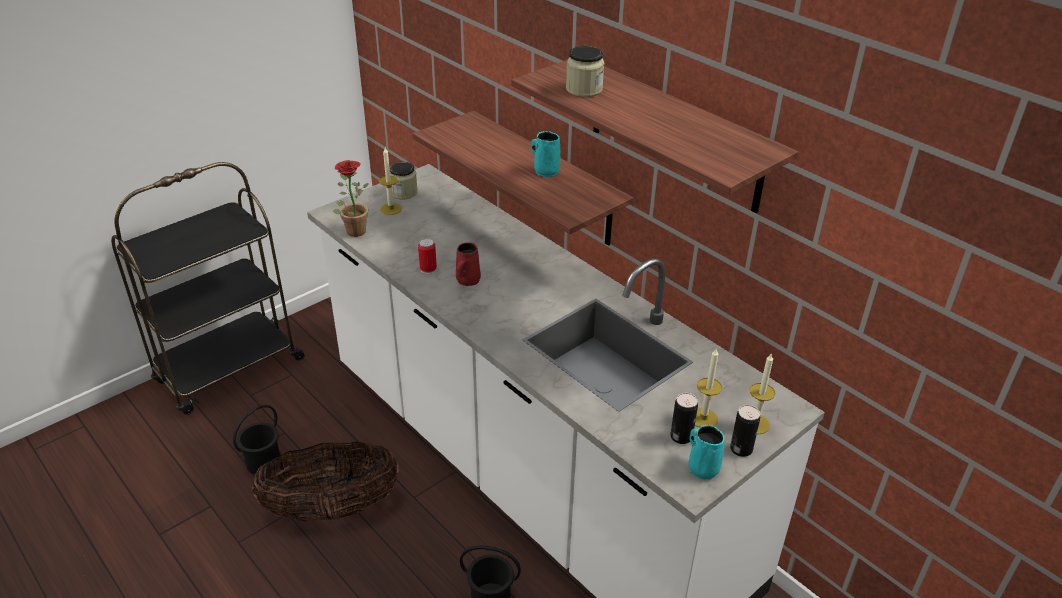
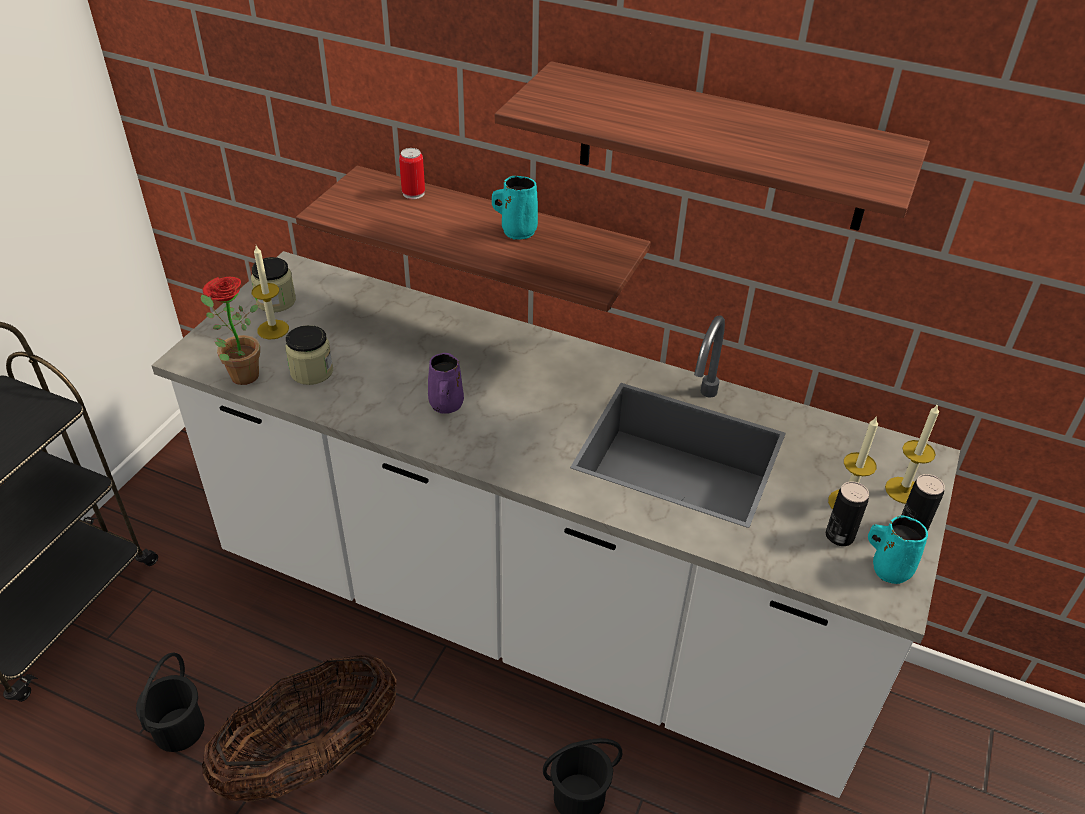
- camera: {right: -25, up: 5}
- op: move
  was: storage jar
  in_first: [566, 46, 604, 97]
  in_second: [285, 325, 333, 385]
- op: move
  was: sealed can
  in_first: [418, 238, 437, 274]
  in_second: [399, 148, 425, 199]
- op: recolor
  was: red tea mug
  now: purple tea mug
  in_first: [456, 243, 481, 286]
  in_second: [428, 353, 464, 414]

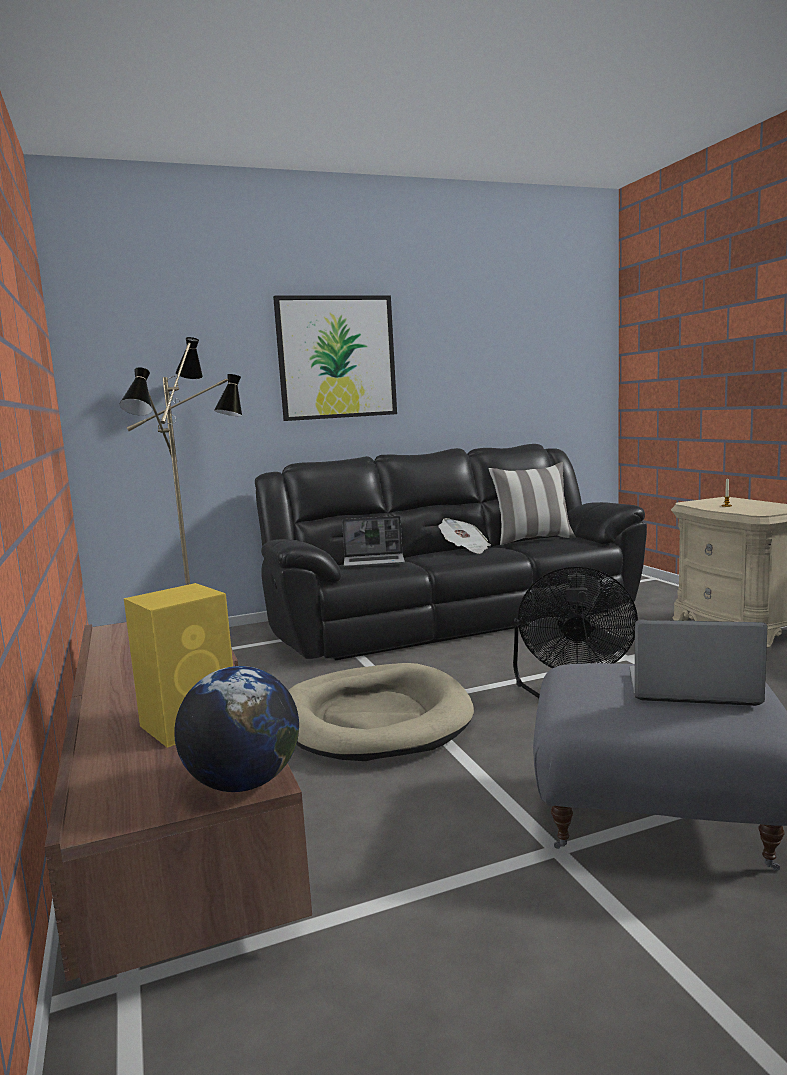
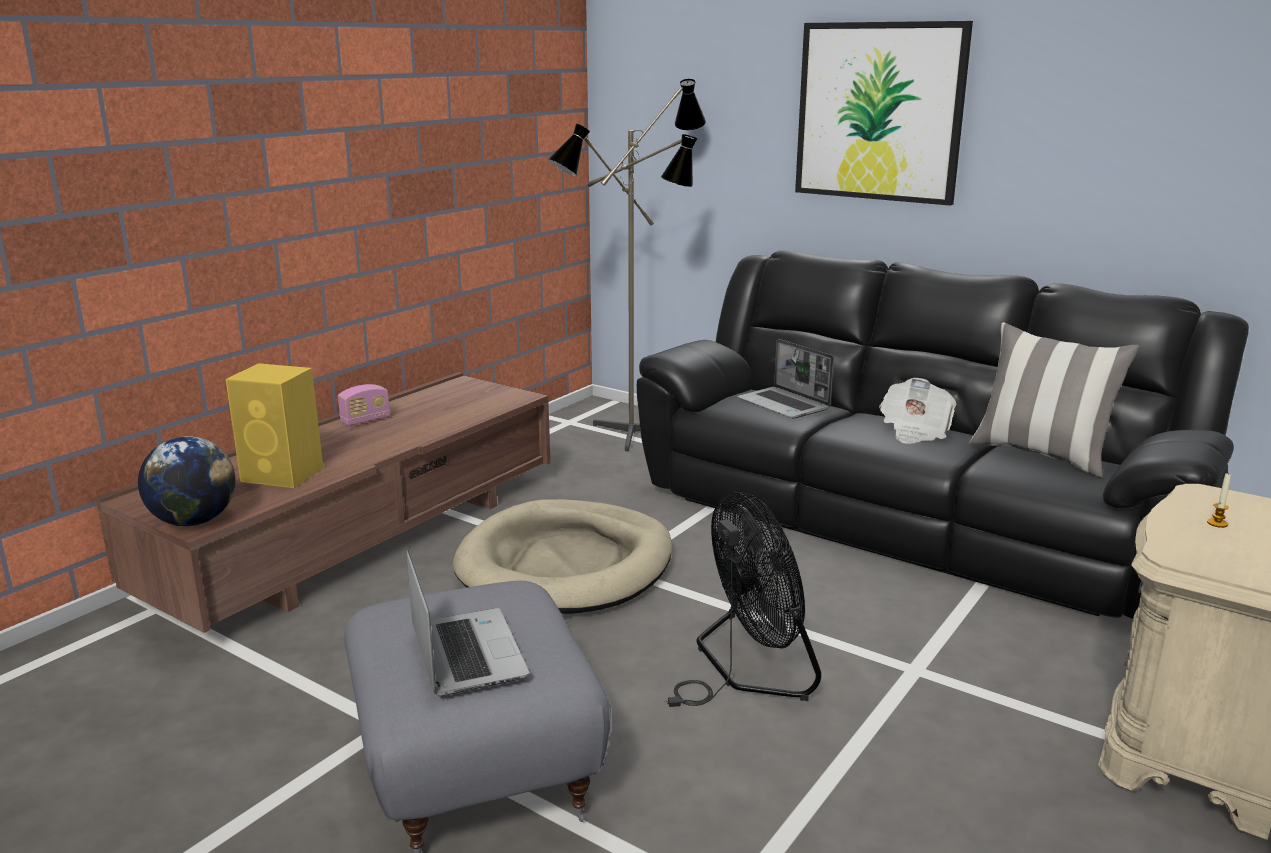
- camera: {right: 55, up: 10}
- op: insert
  now: radio set
  in_second: [338, 384, 390, 426]

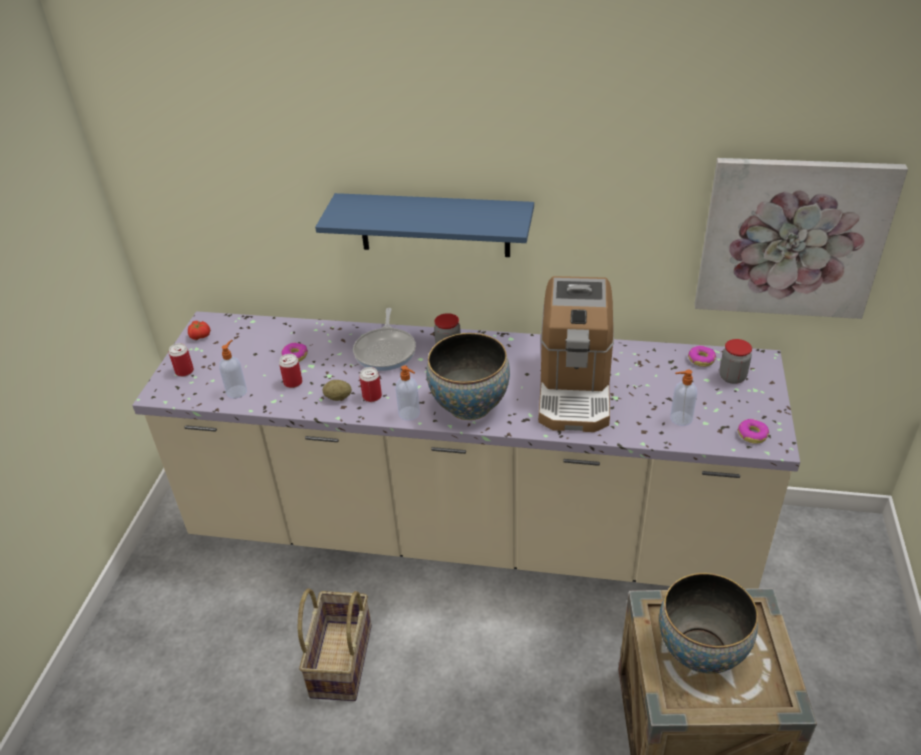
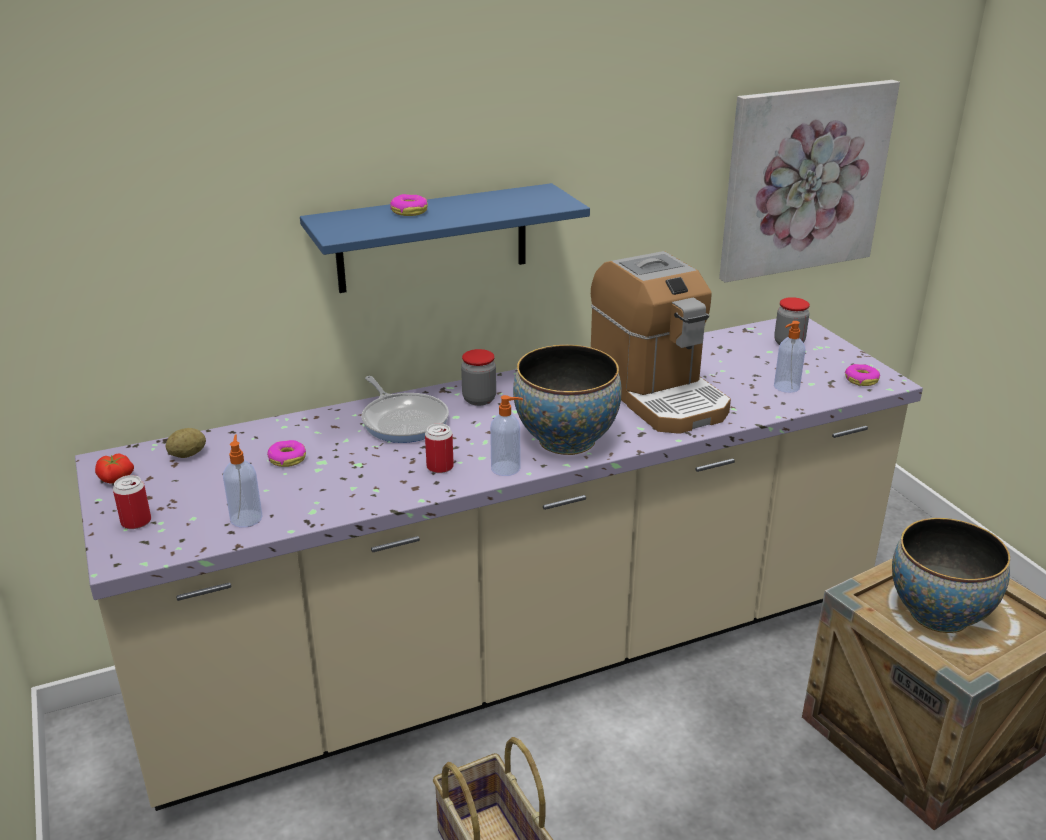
- camera: {right: -35, up: -10}
- op: move
  was: whole potato
  in_first: [322, 380, 352, 401]
  in_second: [166, 428, 206, 458]
- op: move
  was: donut
  in_first: [688, 346, 716, 367]
  in_second: [390, 194, 428, 216]
- op: delete
  was: sealed can
  in_first: [279, 354, 302, 388]

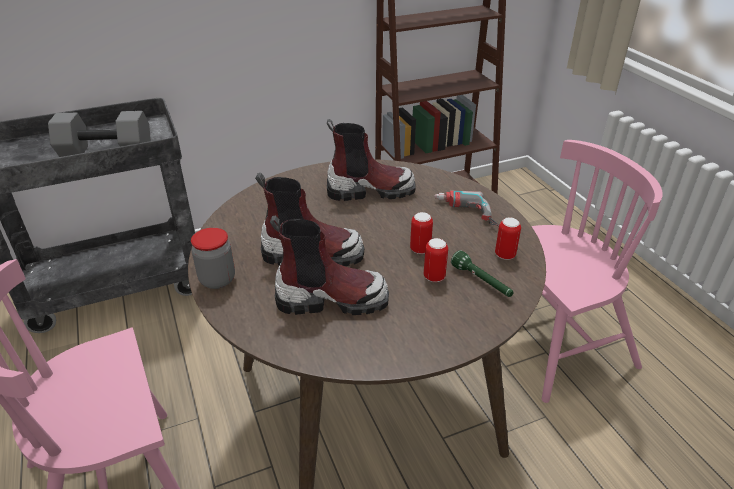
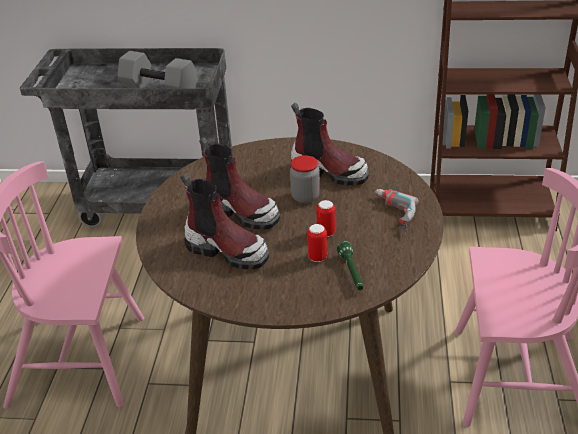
- camera: {right: 30, up: 0}
- op: move
  was: storage jar
  in_first: [191, 228, 235, 289]
  in_second: [290, 155, 320, 203]
- op: delete
  was: sealed can
  in_first: [495, 217, 521, 260]

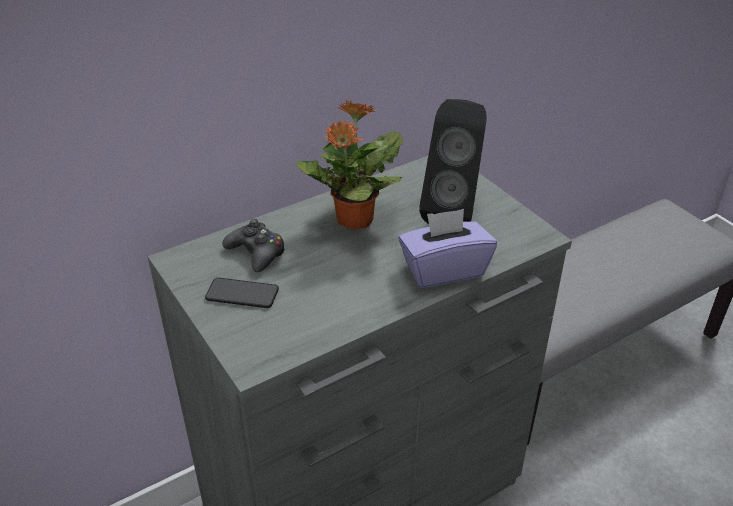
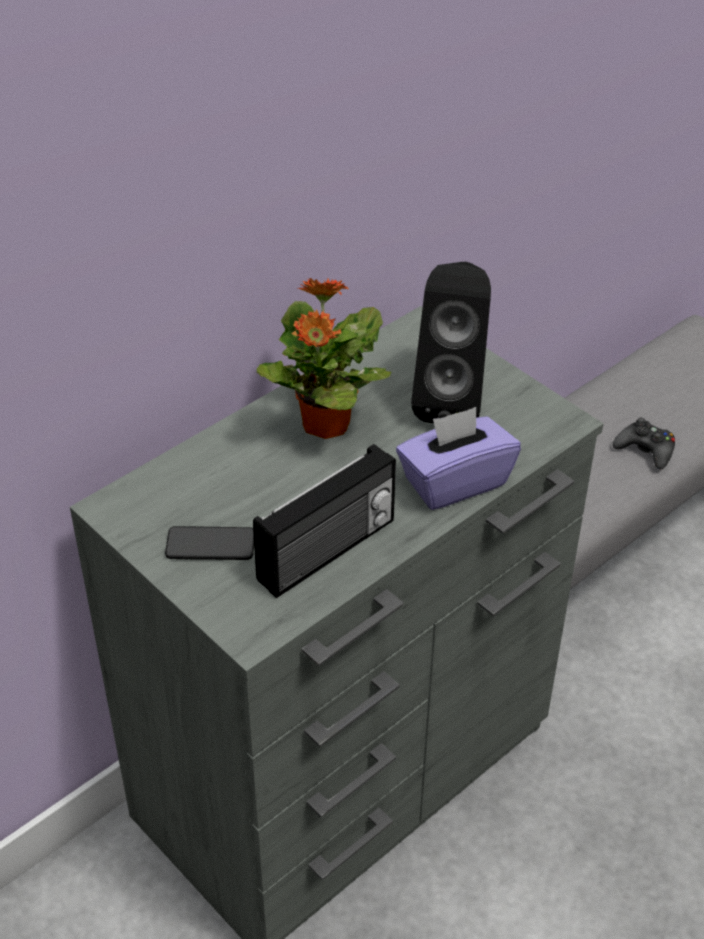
- camera: {right: -10, up: 5}
- op: insert
  now: radio set
  in_second: [253, 444, 396, 598]
- op: move
  was: blackish joypad
  in_first: [222, 219, 285, 272]
  in_second: [613, 418, 675, 470]

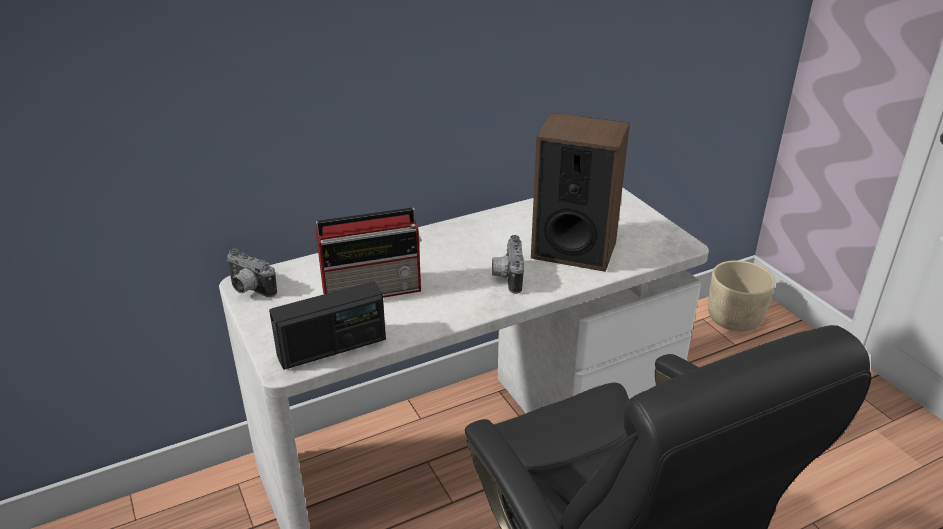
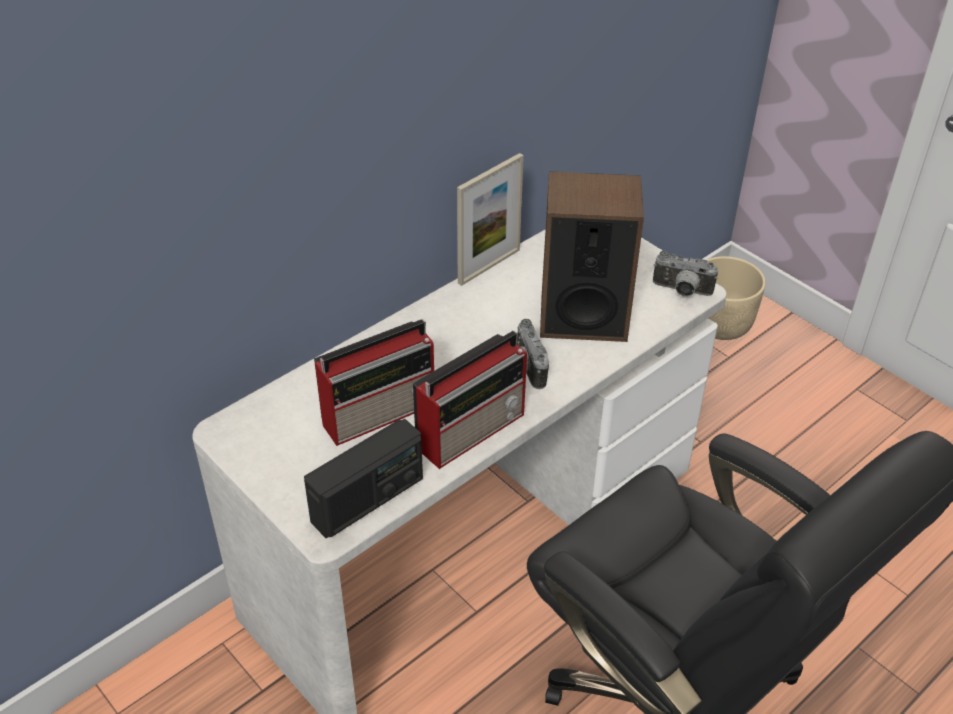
- camera: {right: -15, up: 10}
- op: insert
  now: radio set
  in_second: [413, 330, 527, 469]
- op: insert
  now: photo frame
  in_second: [457, 153, 524, 286]
- op: move
  was: still camera
  in_first: [226, 248, 277, 297]
  in_second: [653, 251, 718, 297]

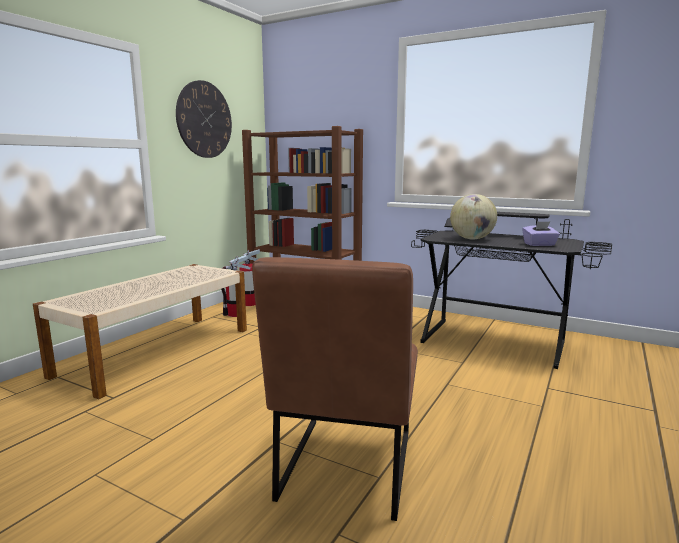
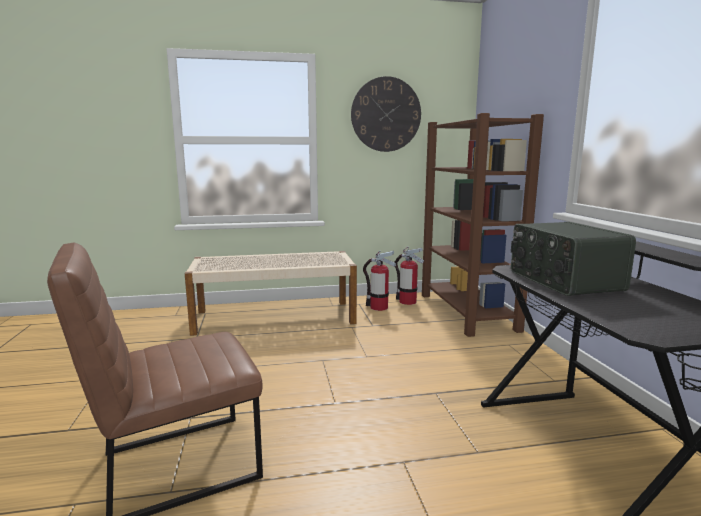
- camera: {right: 50, up: 0}
- op: replace
  was: world globe
  now: radio set
  in_first: [450, 194, 497, 239]
  in_second: [511, 222, 636, 296]
- op: delete
  was: purple tissue holder
  in_first: [522, 221, 560, 246]

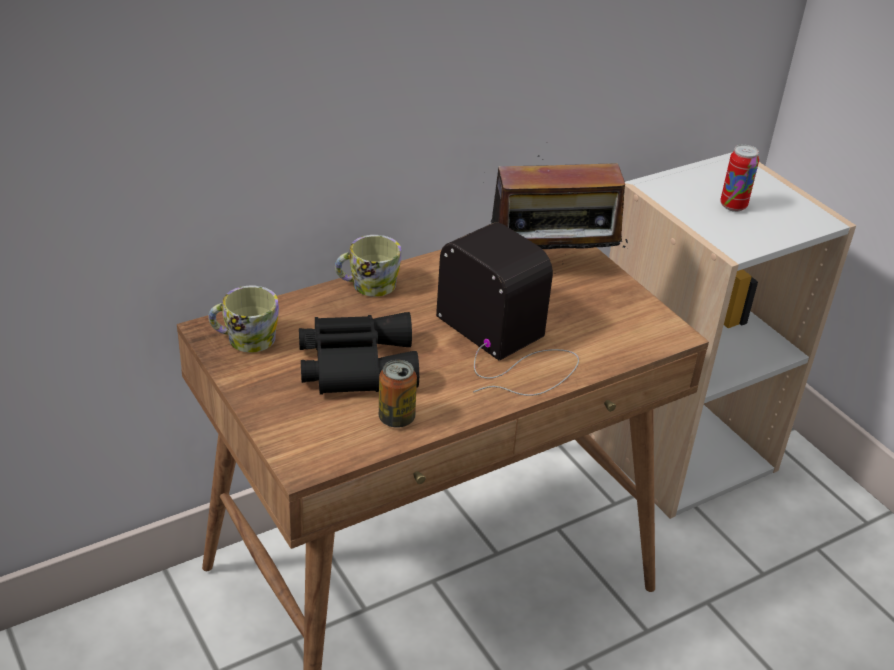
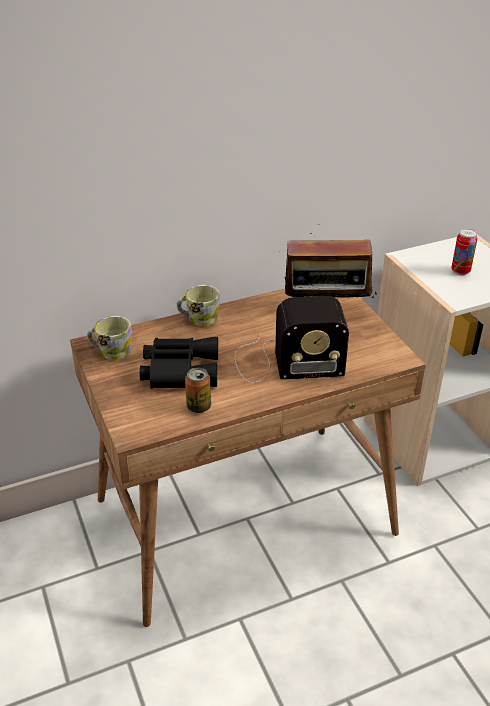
- camera: {right: 10, up: 0}
- op: rotate
  was: radio set
  in_first: [436, 223, 579, 396]
  in_second: [235, 296, 349, 383]
  clockwise: 120

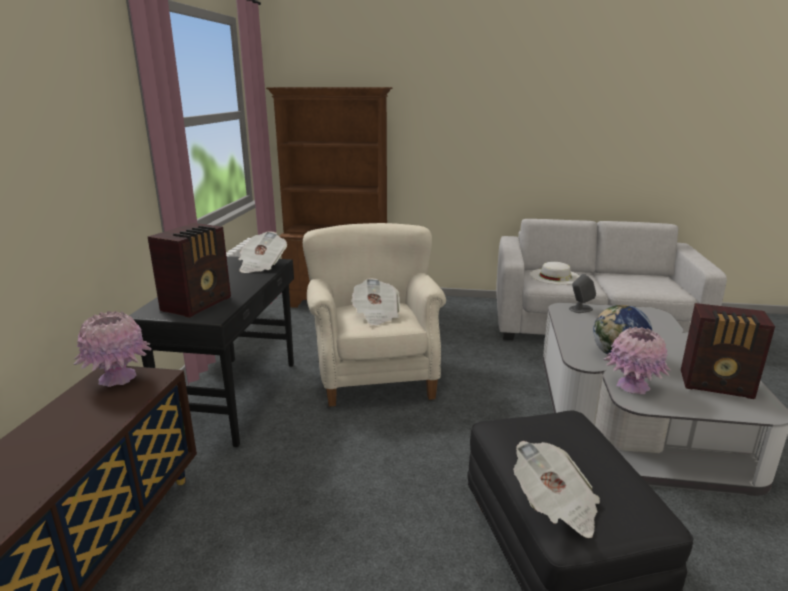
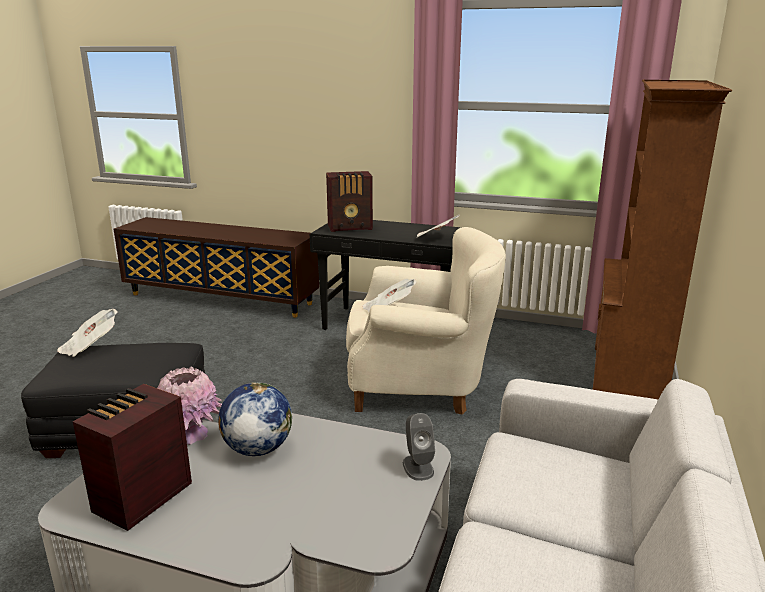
- camera: {right: 100, up: 0}
- op: rotate
  was: radio set
  in_first: [148, 223, 231, 318]
  in_second: [326, 171, 373, 232]
  clockwise: -45
- op: delete
  was: pink vase
  in_first: [73, 311, 151, 387]
- op: delete
  was: whitish clothing hat
  in_first: [530, 262, 580, 285]

